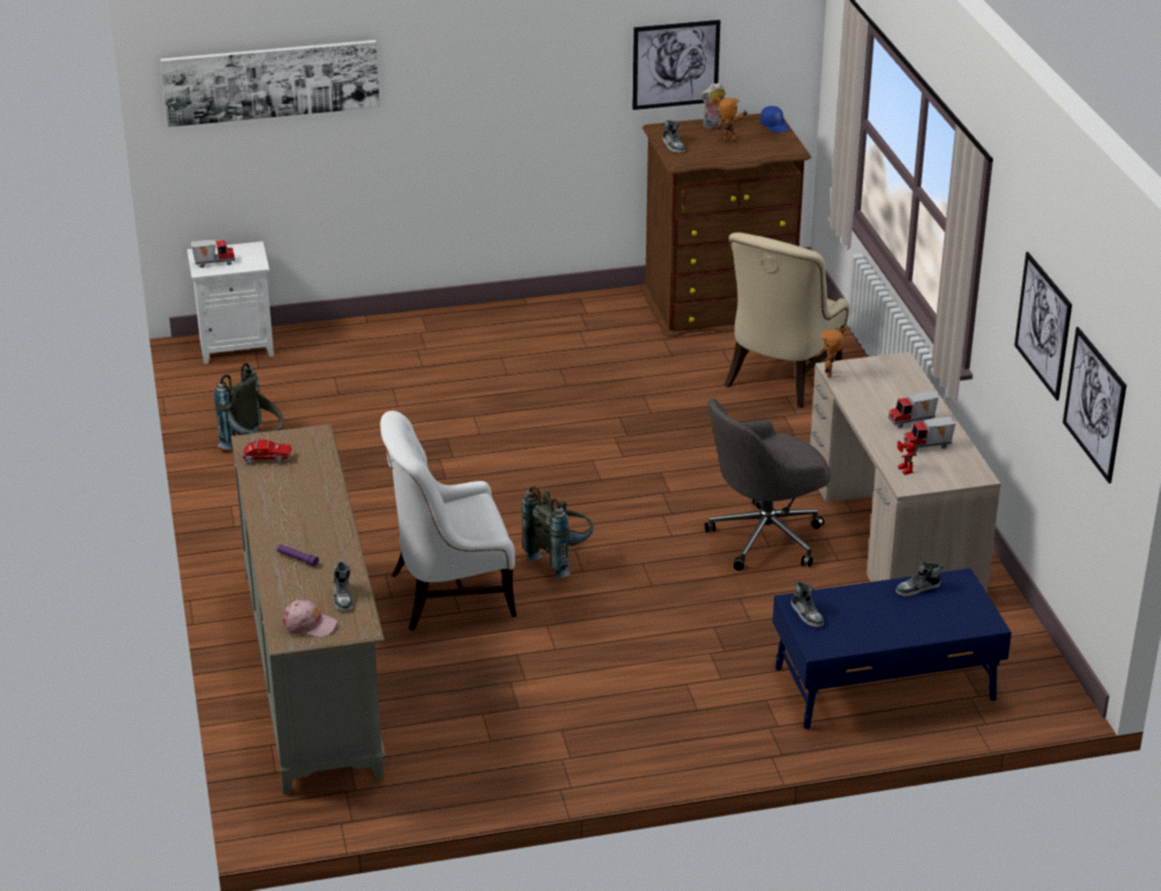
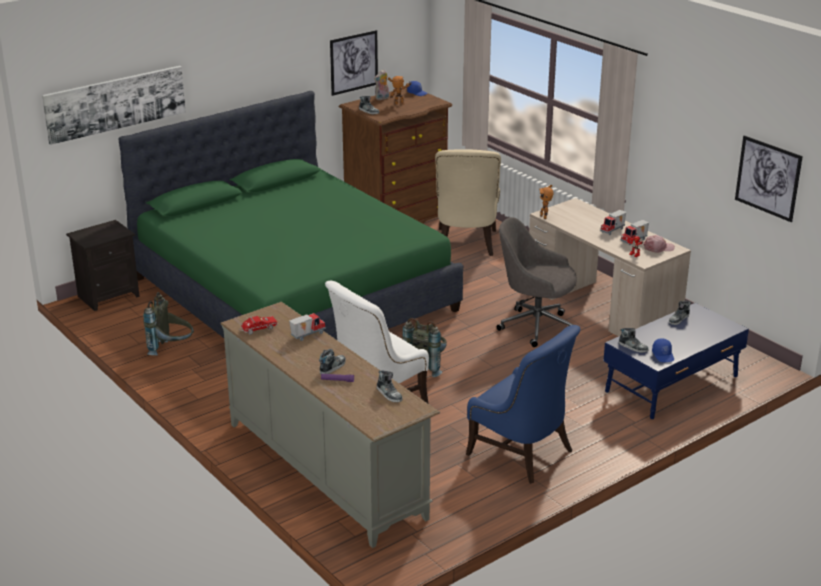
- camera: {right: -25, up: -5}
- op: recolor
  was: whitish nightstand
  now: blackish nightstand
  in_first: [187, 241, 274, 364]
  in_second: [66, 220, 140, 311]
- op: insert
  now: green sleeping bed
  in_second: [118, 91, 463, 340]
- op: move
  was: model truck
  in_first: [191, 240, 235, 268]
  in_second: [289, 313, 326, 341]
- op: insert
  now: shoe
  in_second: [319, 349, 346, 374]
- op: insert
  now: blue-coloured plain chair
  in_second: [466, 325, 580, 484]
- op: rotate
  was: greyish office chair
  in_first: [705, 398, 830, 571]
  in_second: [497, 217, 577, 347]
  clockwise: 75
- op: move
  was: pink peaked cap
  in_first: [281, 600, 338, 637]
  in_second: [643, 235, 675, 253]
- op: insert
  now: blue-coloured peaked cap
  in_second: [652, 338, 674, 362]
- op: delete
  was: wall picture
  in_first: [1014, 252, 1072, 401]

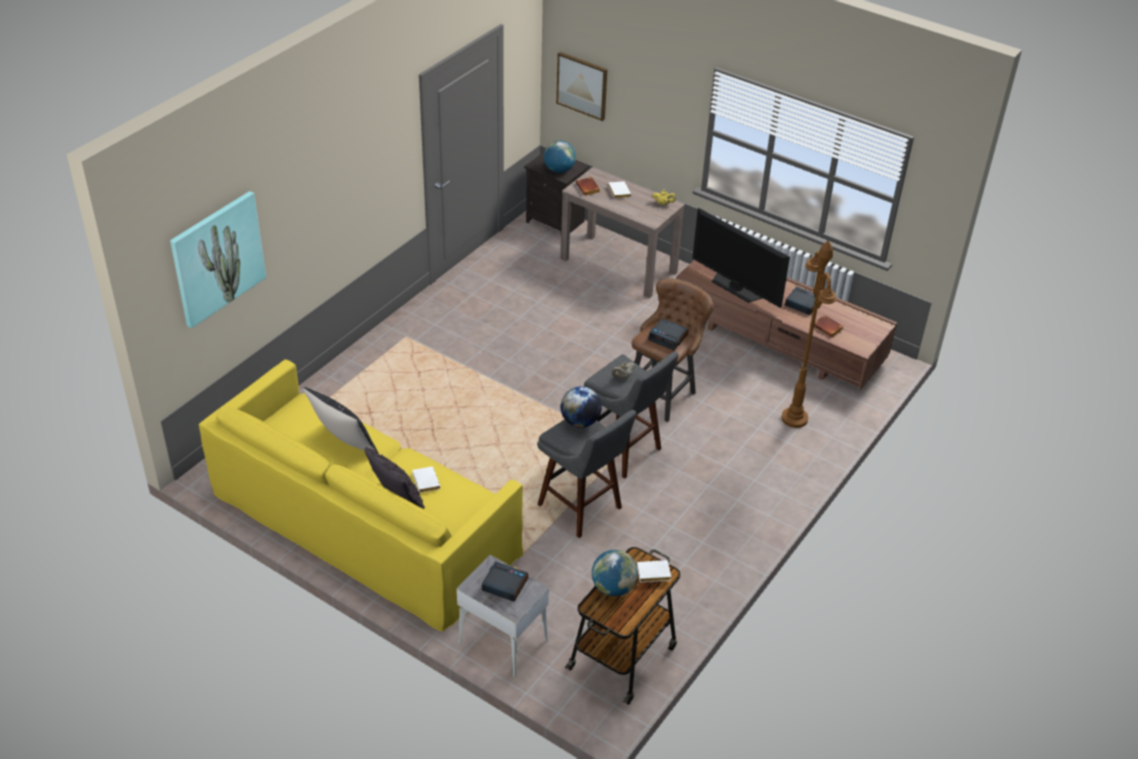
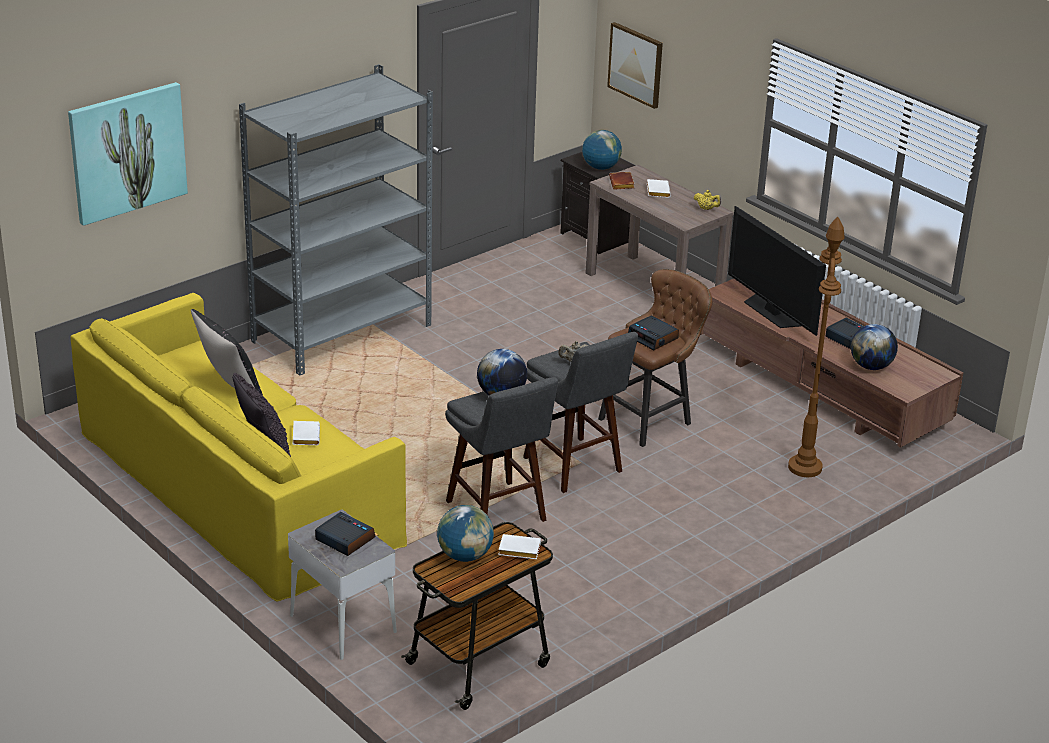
- camera: {right: 15, up: -10}
- op: insert
  now: greyish bookshelf
  in_second: [239, 64, 433, 376]
- op: replace
  was: brown-coloured volume
  now: world globe
  in_first: [814, 314, 844, 337]
  in_second: [851, 324, 898, 370]

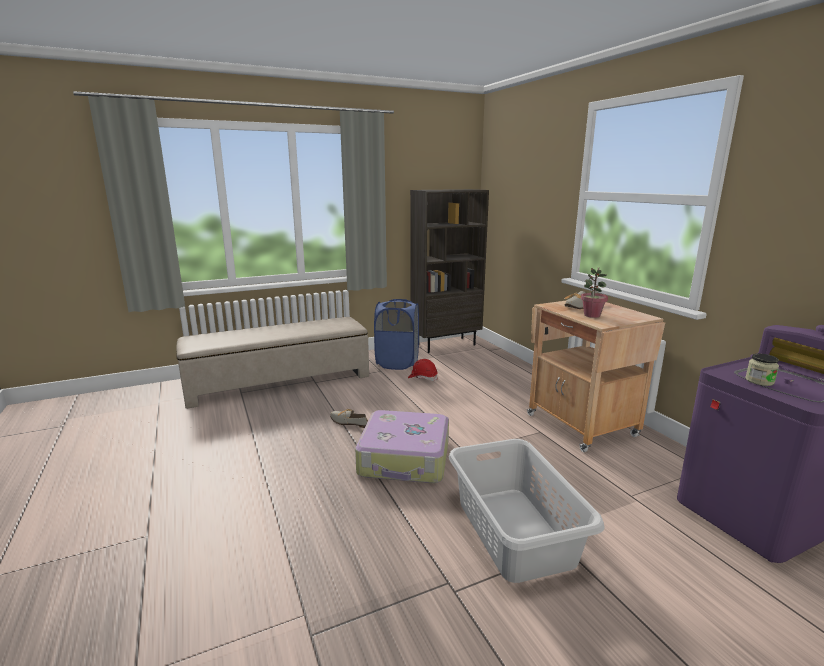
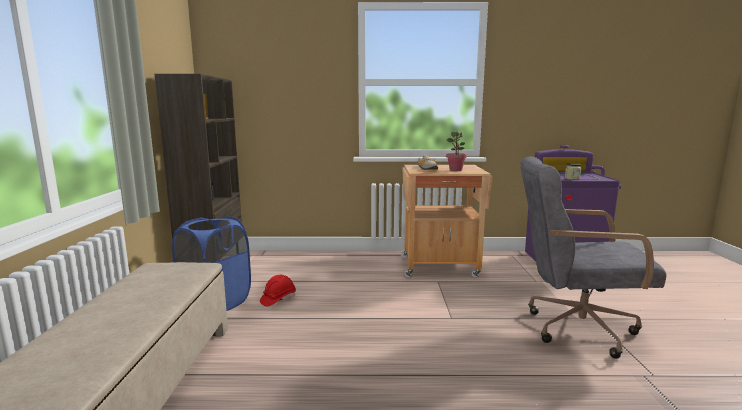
- camera: {right: -65, up: -5}
- op: replace
  was: greyish washing basket
  now: greyish office chair
  in_first: [449, 439, 604, 583]
  in_second: [520, 156, 666, 359]
- op: delete
  was: shoe
  in_first: [330, 409, 368, 428]
- op: delete
  was: travel case
  in_first: [355, 410, 449, 483]

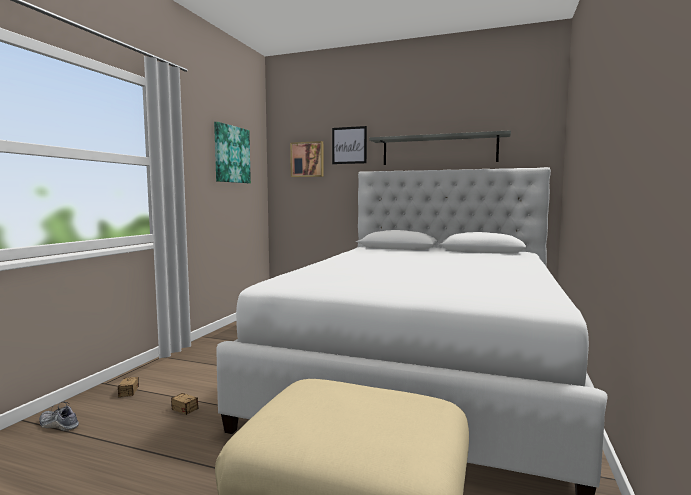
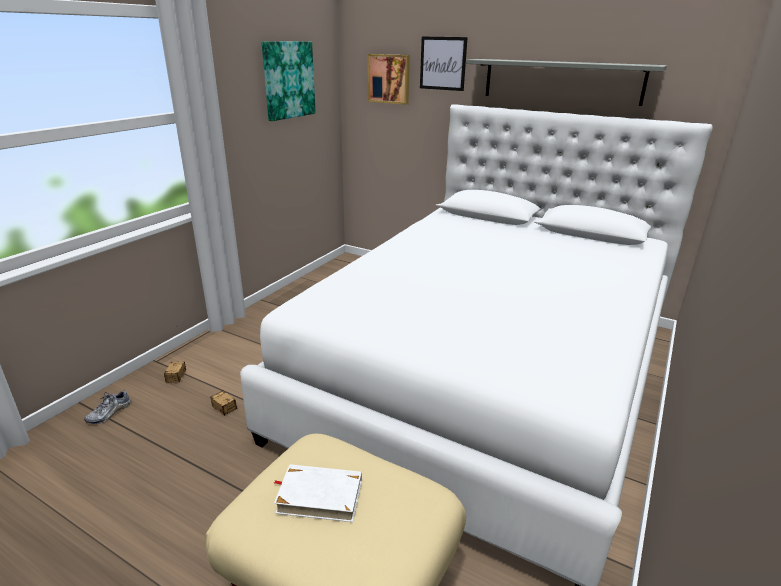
- camera: {right: 10, up: 20}
- op: rotate
  was: shoe
  in_first: [39, 401, 79, 431]
  in_second: [84, 391, 131, 424]
  clockwise: -90
- op: insert
  now: whitish volume
  in_second: [274, 464, 362, 522]

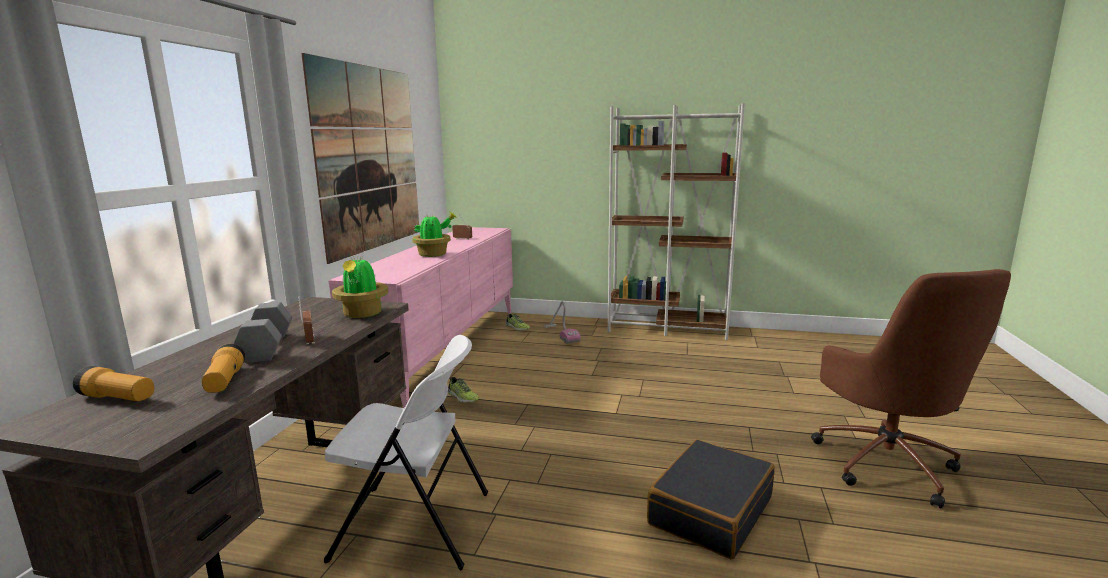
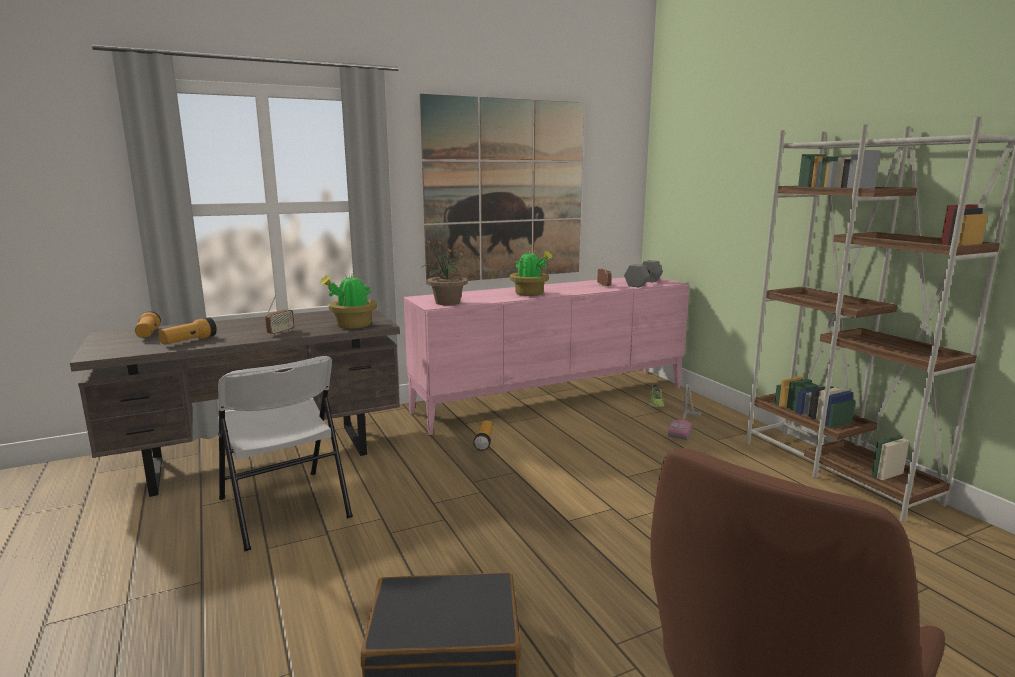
- camera: {right: 50, up: 0}
- op: insert
  now: houseplant
  in_second: [421, 238, 468, 305]
- op: replace
  was: shoe
  now: torch
  in_first: [448, 377, 479, 403]
  in_second: [473, 421, 493, 451]
- op: move
  was: greyish hand weight
  in_first: [233, 302, 292, 364]
  in_second: [624, 260, 663, 287]

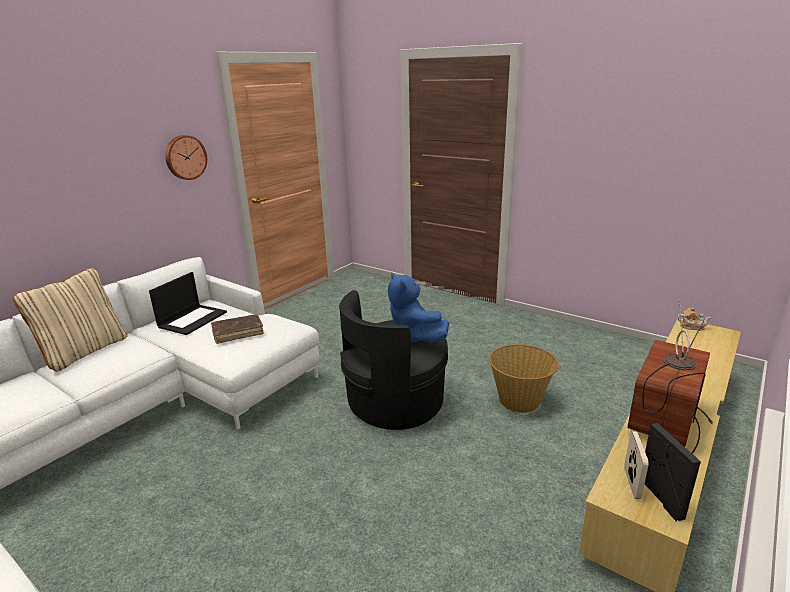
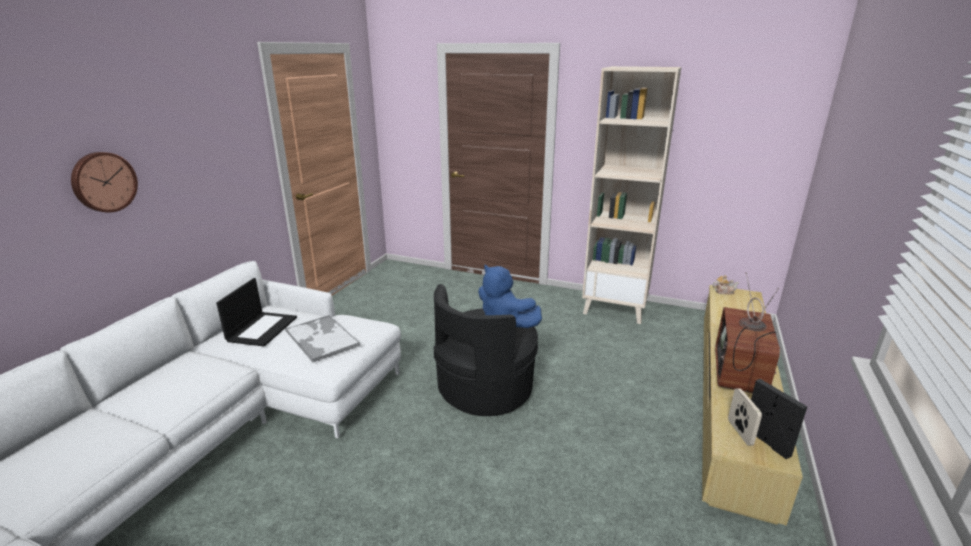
- camera: {right: -15, up: 0}
- op: move
  was: hanging clock
  in_first: [165, 135, 207, 180]
  in_second: [71, 152, 138, 213]
- op: replace
  was: brown-coloured volume
  now: tray
  in_first: [211, 314, 264, 344]
  in_second: [285, 315, 360, 363]
- op: insert
  now: beige-coloured bookshelf
  in_second: [582, 66, 681, 324]
- op: delete
  was: beige-coloured pillow
  in_first: [13, 268, 128, 372]
- op: delete
  was: storage basket
  in_first: [489, 344, 559, 413]

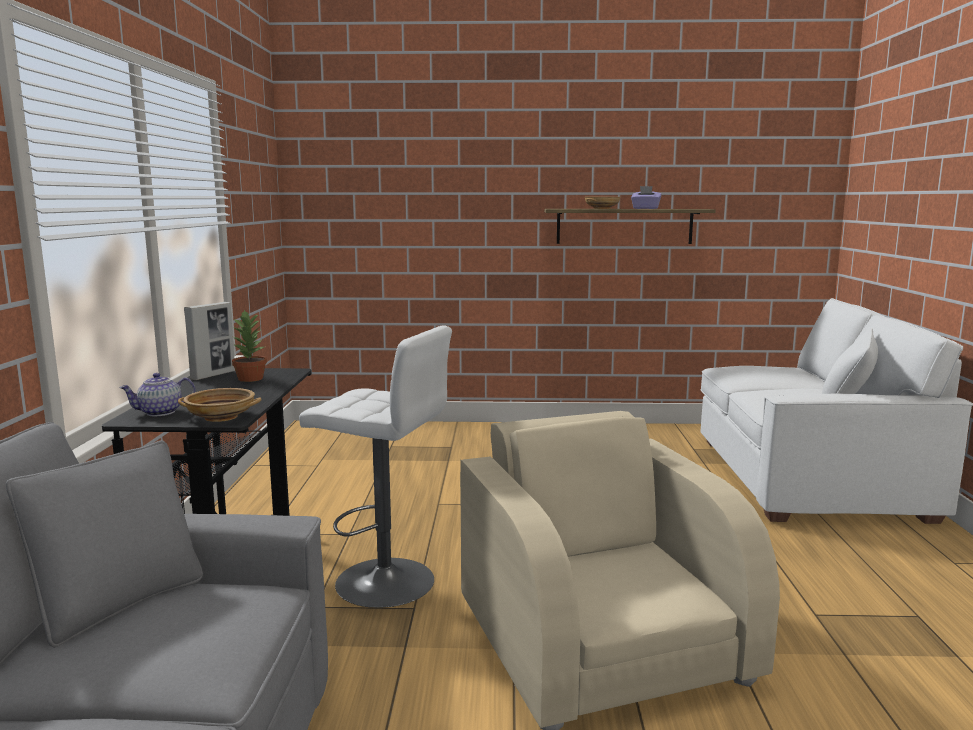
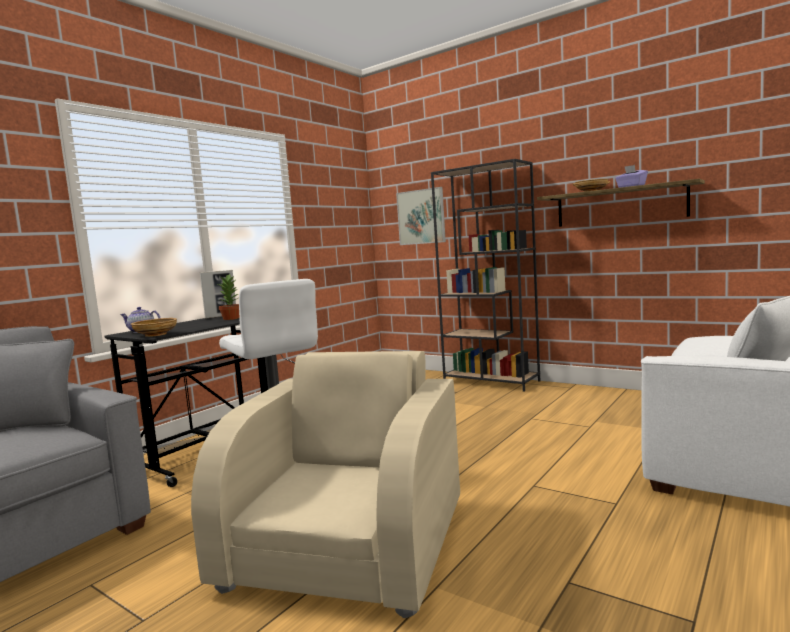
- camera: {right: 35, up: -5}
- op: insert
  now: wall picture
  in_second: [396, 187, 446, 245]
- op: insert
  now: bookshelf
  in_second: [431, 159, 540, 392]

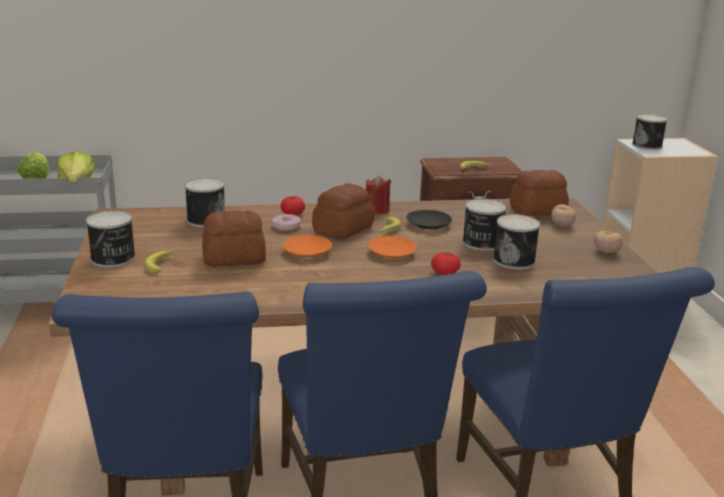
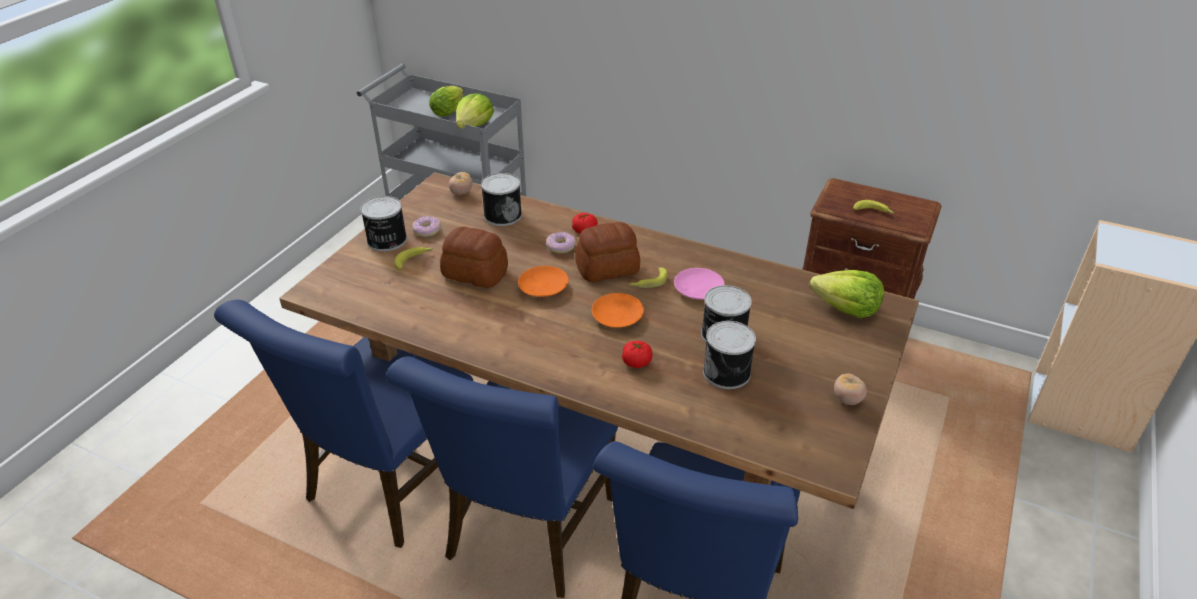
- camera: {right: 35, up: 15}
- op: insert
  now: donut
  in_second: [412, 216, 441, 237]
- op: move
  was: tomato
  in_first: [551, 204, 576, 227]
  in_second: [449, 172, 473, 195]
- op: recolor
  was: blackish flat dish
  now: pink flat dish
  in_first: [406, 210, 452, 229]
  in_second: [674, 268, 725, 300]
- op: replace
  was: bakery bread
  now: lettuce
  in_first: [510, 170, 569, 216]
  in_second: [810, 270, 884, 318]
- op: delete
  was: red wax light
  in_first: [366, 175, 391, 214]
- op: delete
  was: sealed can
  in_first: [632, 114, 667, 150]

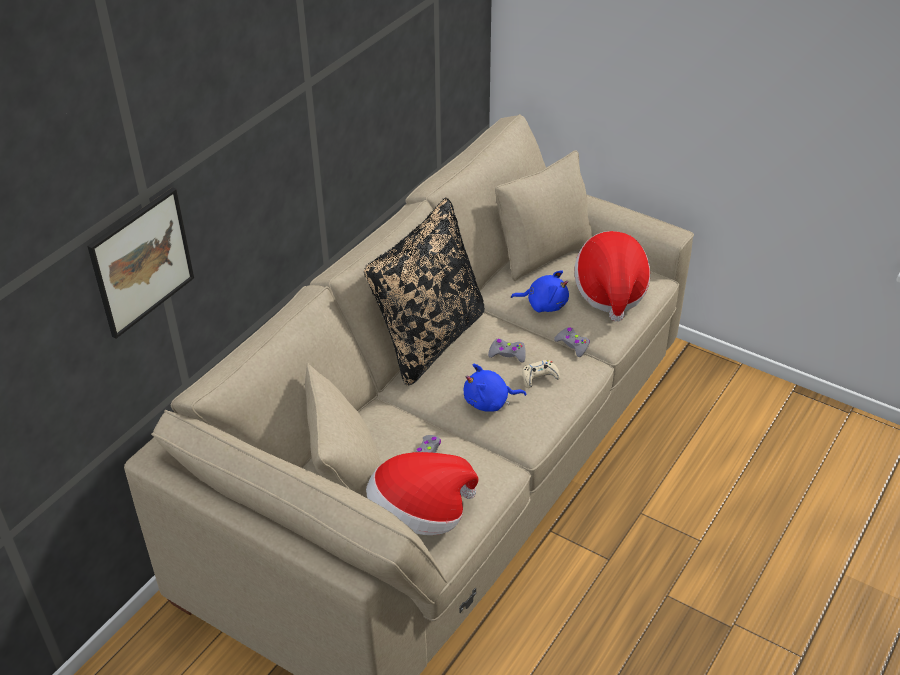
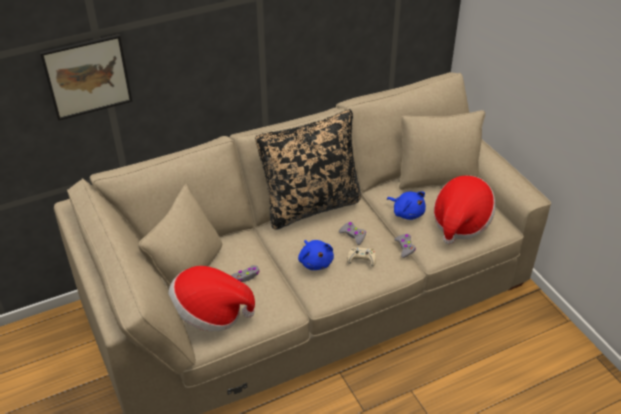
- camera: {right: 30, up: 0}
- op: rotate
  was: blue-coloured soft toy
  in_first: [464, 364, 526, 412]
  in_second: [298, 240, 334, 270]
  clockwise: -135

